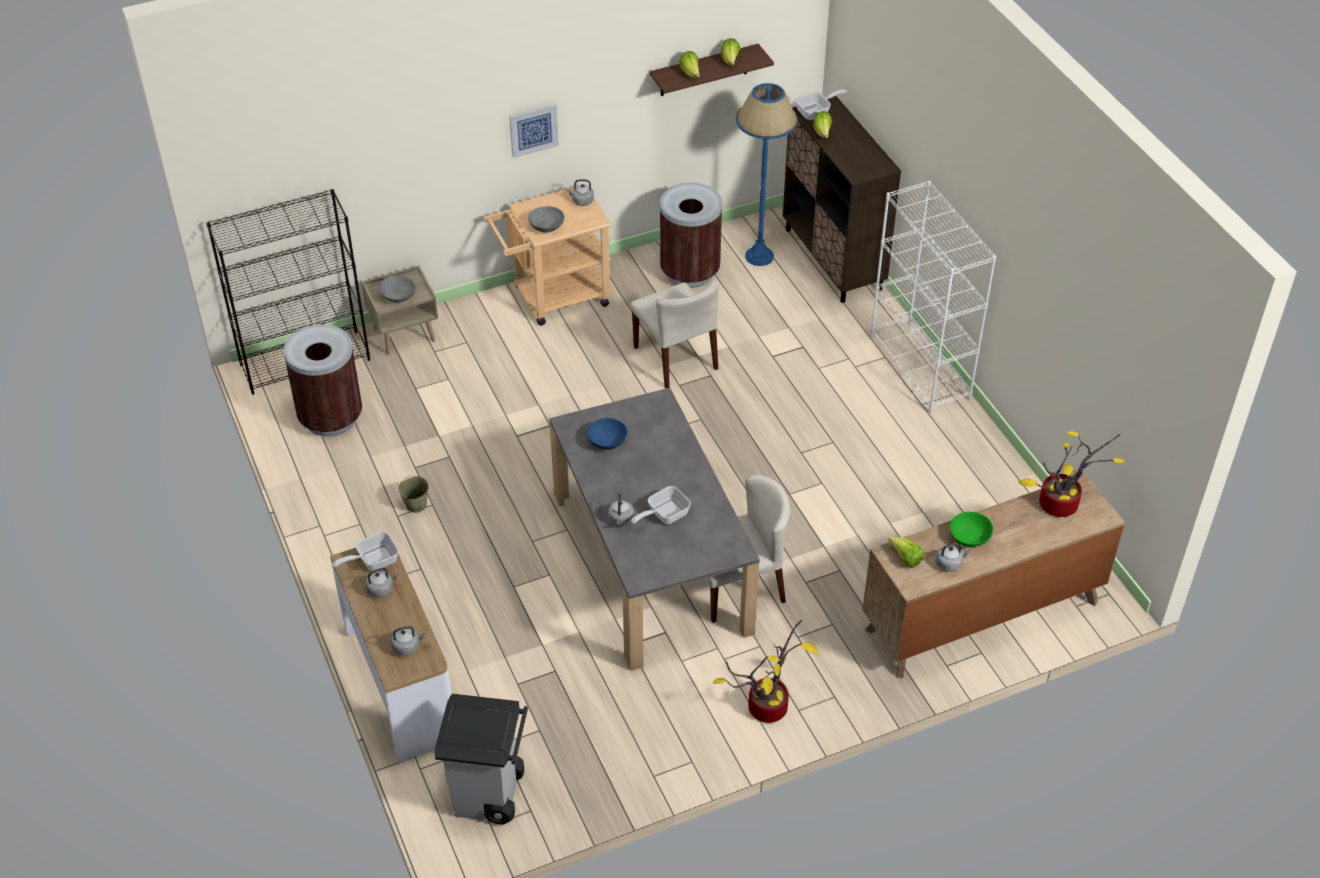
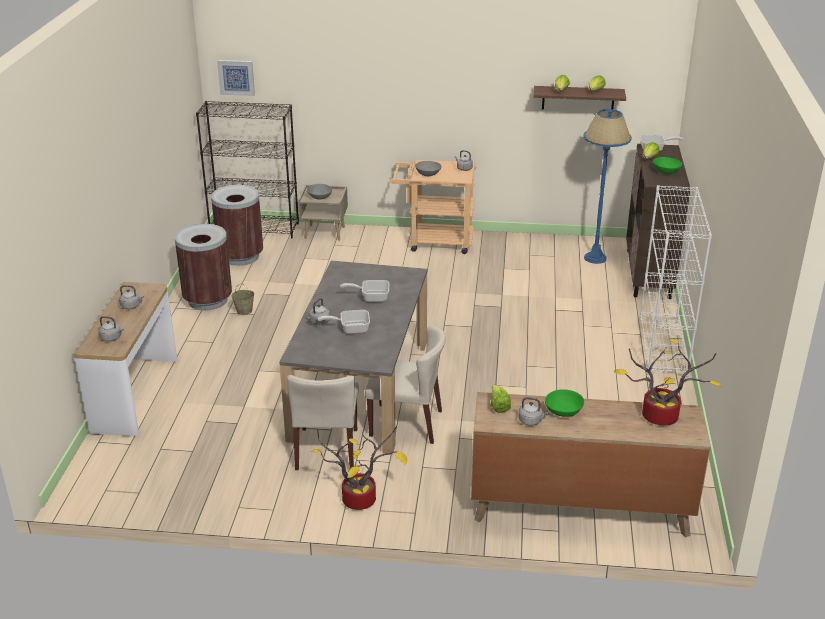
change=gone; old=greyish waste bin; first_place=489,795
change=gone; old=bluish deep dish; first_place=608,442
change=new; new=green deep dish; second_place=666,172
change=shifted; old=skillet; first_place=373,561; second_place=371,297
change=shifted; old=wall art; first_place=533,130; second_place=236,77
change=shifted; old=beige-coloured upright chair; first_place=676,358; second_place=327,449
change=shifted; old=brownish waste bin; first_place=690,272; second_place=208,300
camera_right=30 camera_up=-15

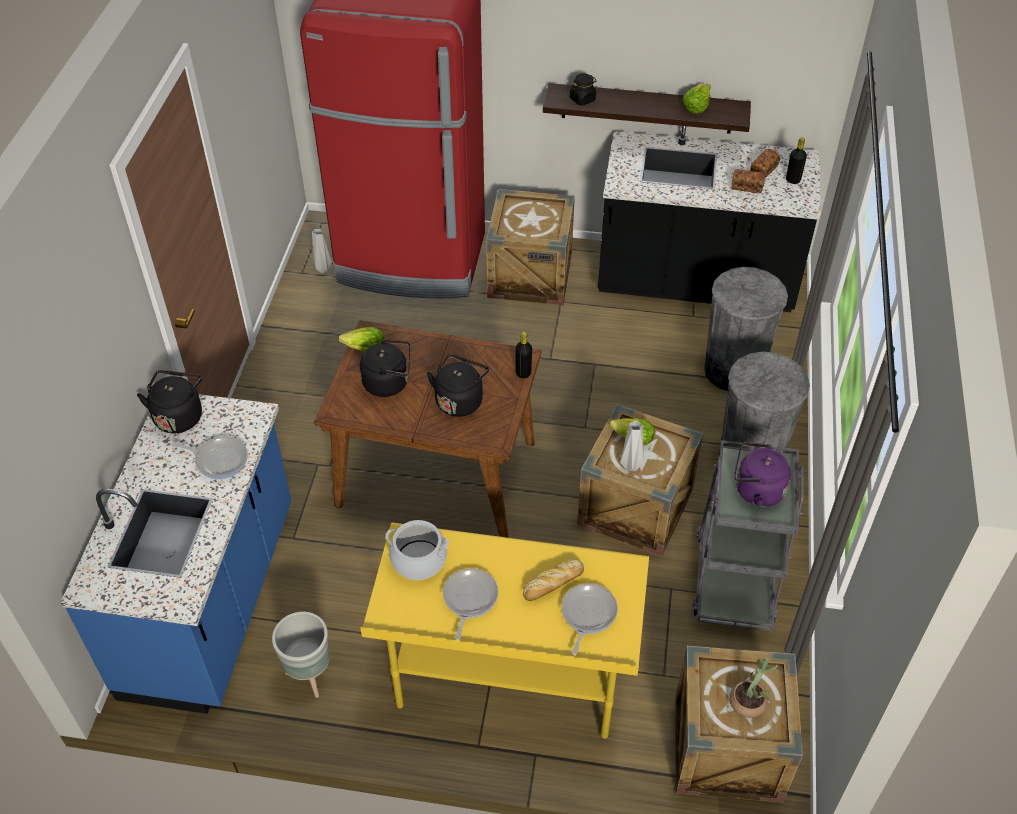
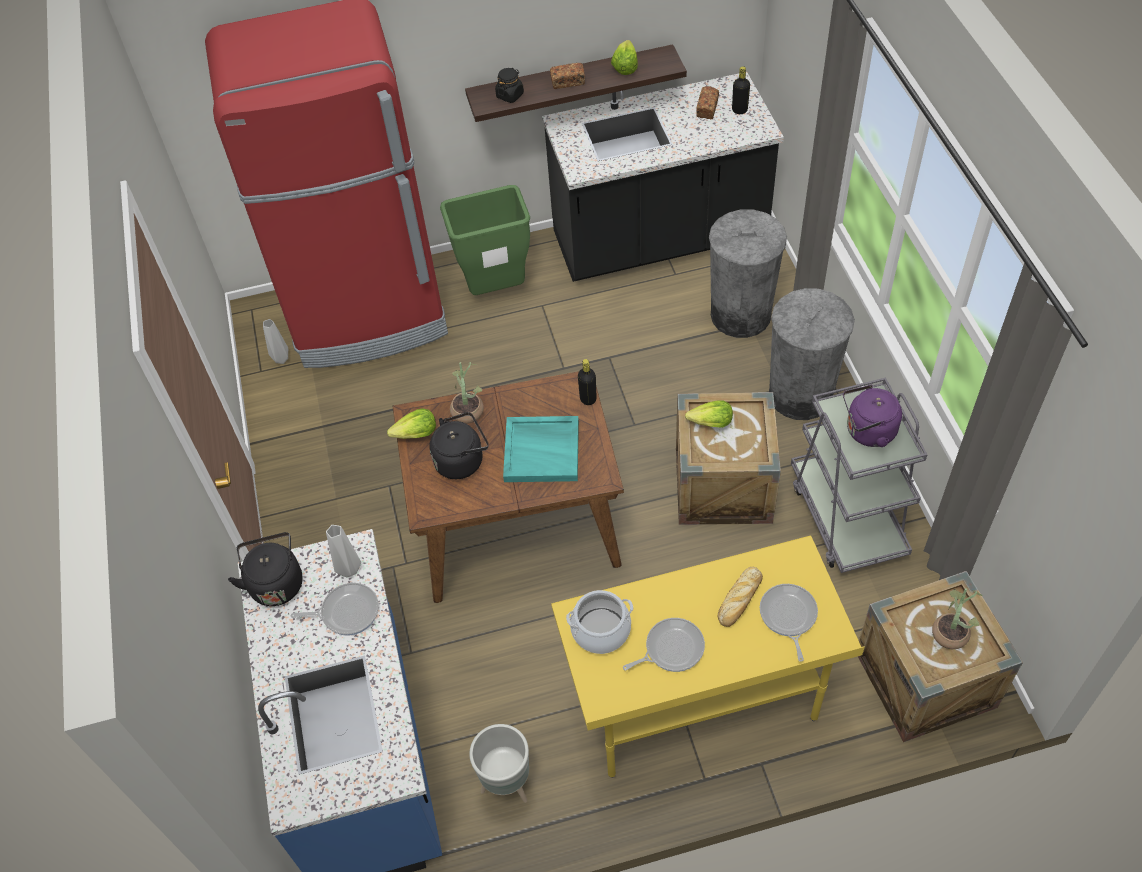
change=new; new=plant in a pot; second_place=468,408
change=shifted; old=greyish vase; first_place=631,465; second_place=349,568
change=shifted; old=bakery bread; first_place=747,187; second_place=567,82
change=swapped; old=black kettle; new=turquoise serving tray; first_place=460,400; second_place=542,451
change=swapped; old=packing crate; new=green waste bin; first_place=530,275; second_place=497,289
change=rotated; old=skillet; first_place=469,599; second_place=671,648; degrees=75
camera_right=-20 camera_up=5

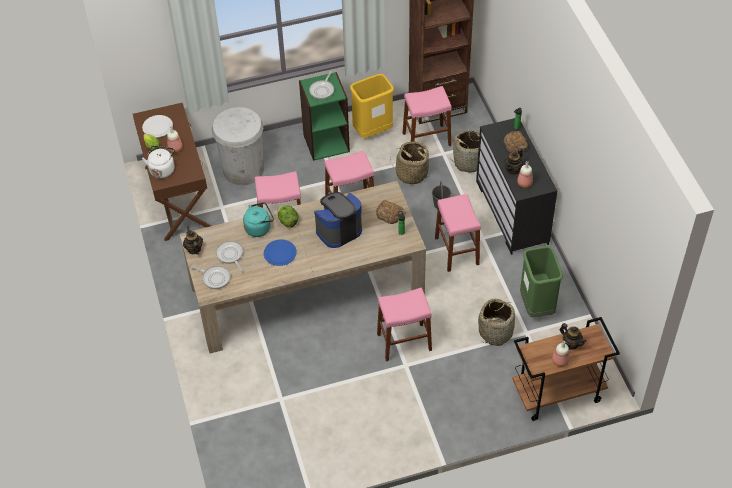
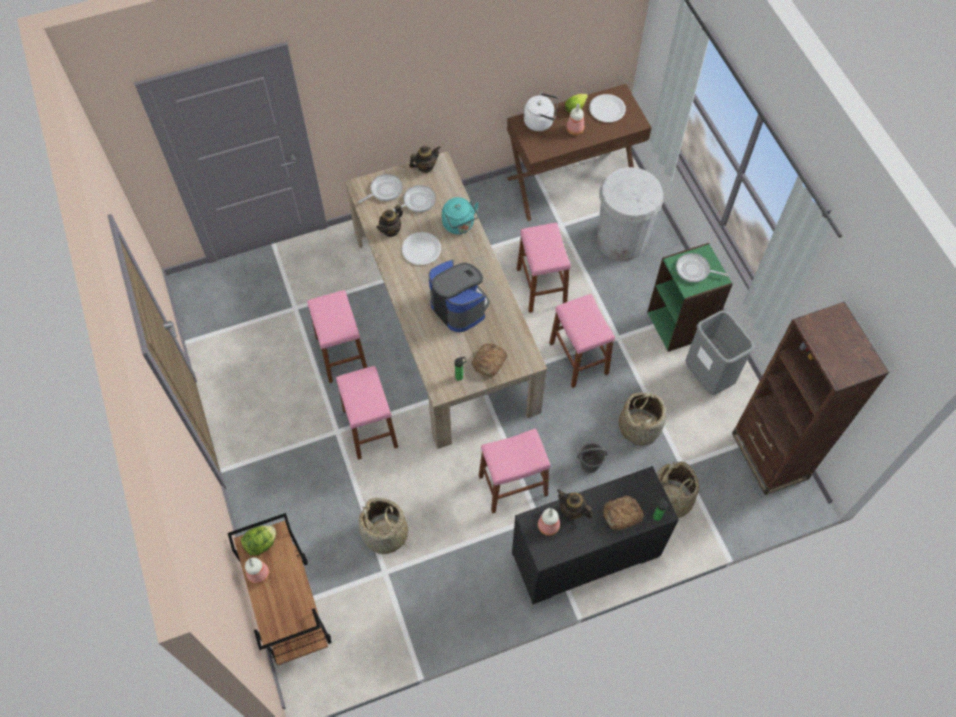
change=gone; old=green waste bin; first_place=537,306
change=shifted; old=lettuce head; first_place=287,221; second_place=261,543
change=shifted; old=pink stool; first_place=426,139; second_place=341,354
change=shifted; old=pot for tea; first_place=571,343; second_place=391,230
change=repainted; old=bluish dinner plate; new=white dinner plate; first_place=280,253; second_place=421,249
change=repainted; old=yellow waste bin; new=greyish waste bin; first_place=372,131; second_place=708,376
change=rotated; old=skillet; first_place=214,278; second_place=384,190; degrees=-150
camera_right=85 camera_up=10

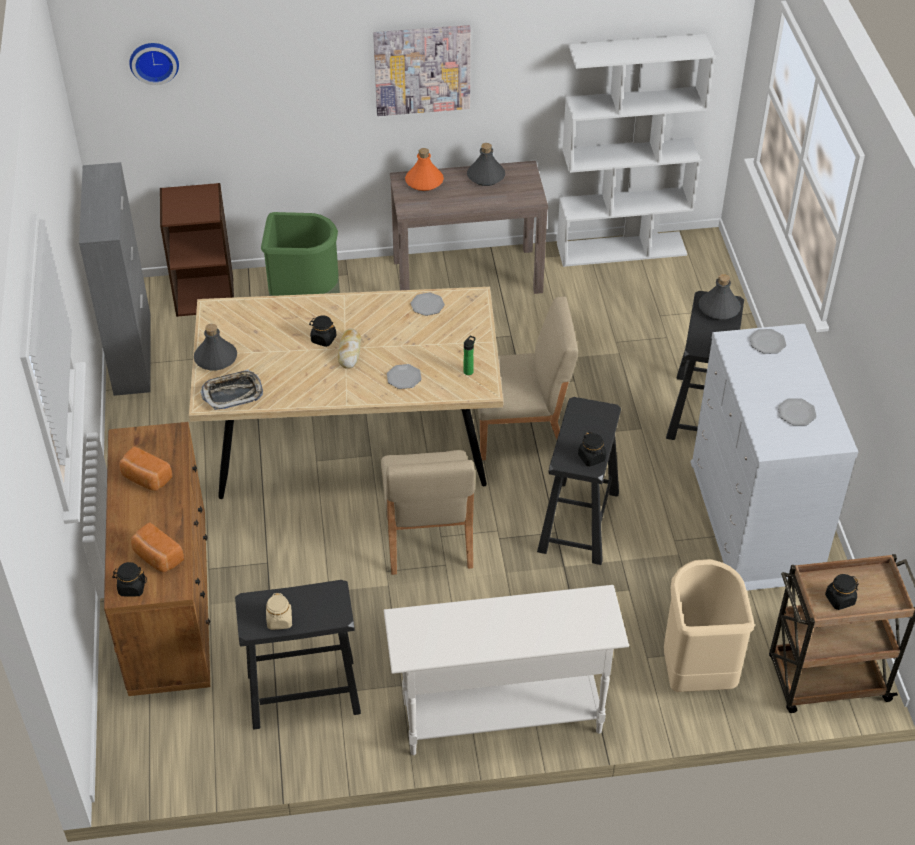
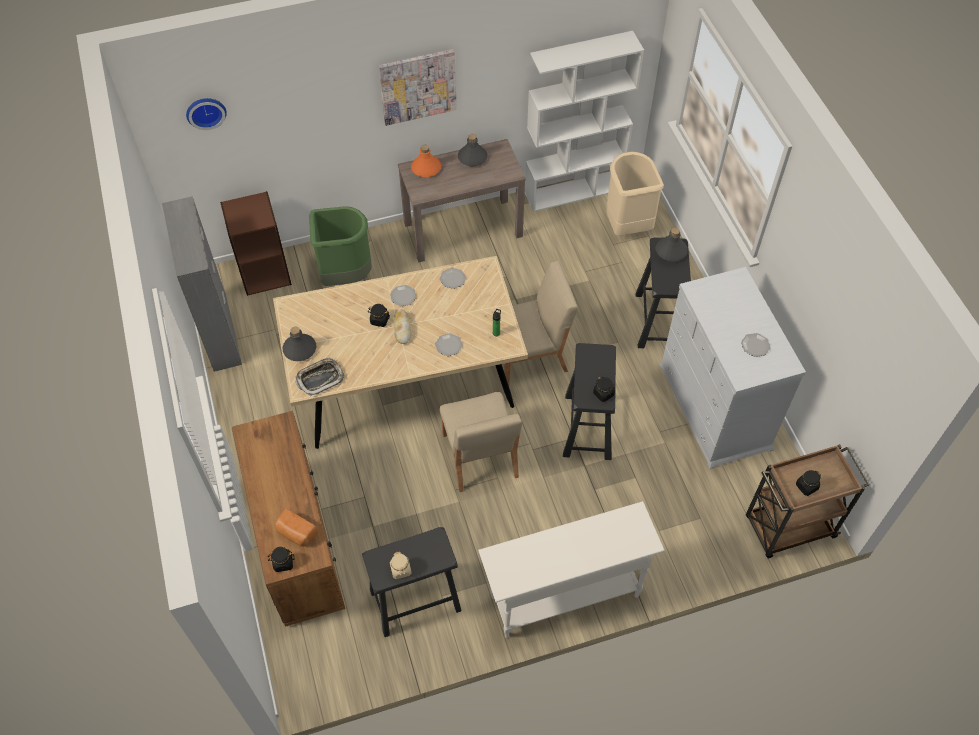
change=gone; old=bakery bread; first_place=145,479
change=shifted; old=beige-coloured waste bin; first_place=695,673; second_place=626,225
change=shifted; old=dinner plate; first_place=767,343; second_place=403,296
camera_right=-10 camera_up=10

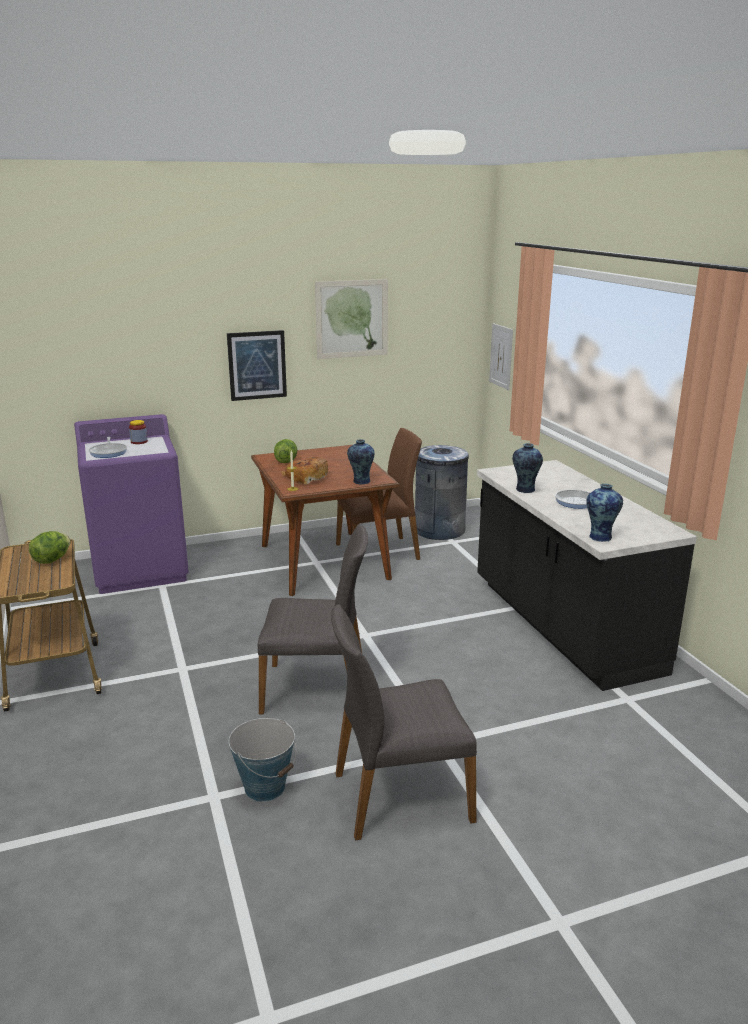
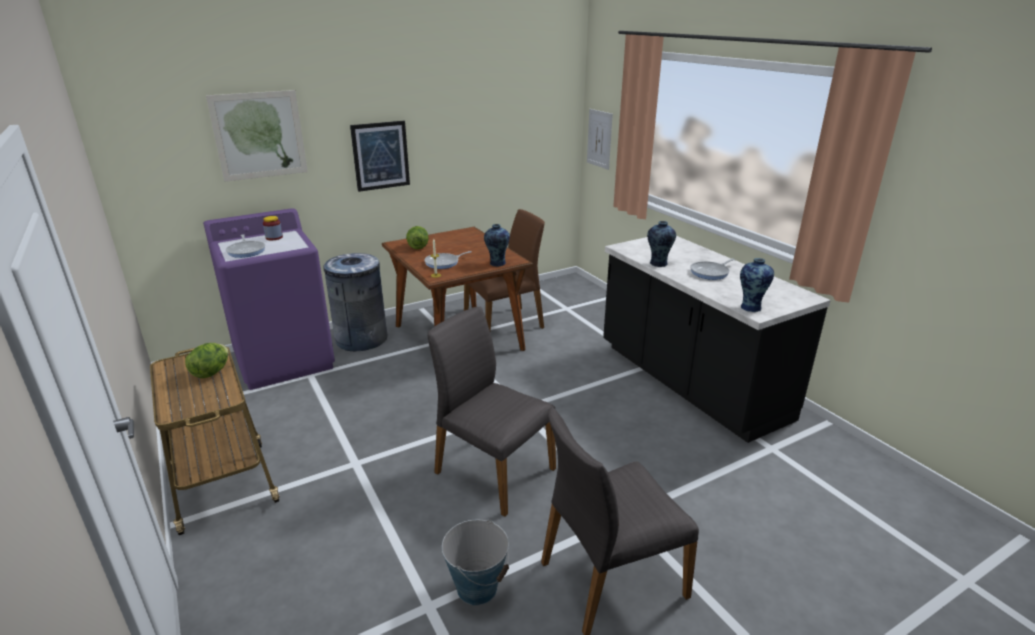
change=shifted; old=wall art; first_place=352,319; second_place=259,135
change=shifted; old=greyish waste bin; first_place=439,530; second_place=361,339
change=swapped; old=bakery bread; new=skillet; first_place=306,478; second_place=444,263
change=rotated; old=greyish upright chair; first_place=316,689; second_place=492,471; degrees=-135
camera_right=-10 camera_up=5

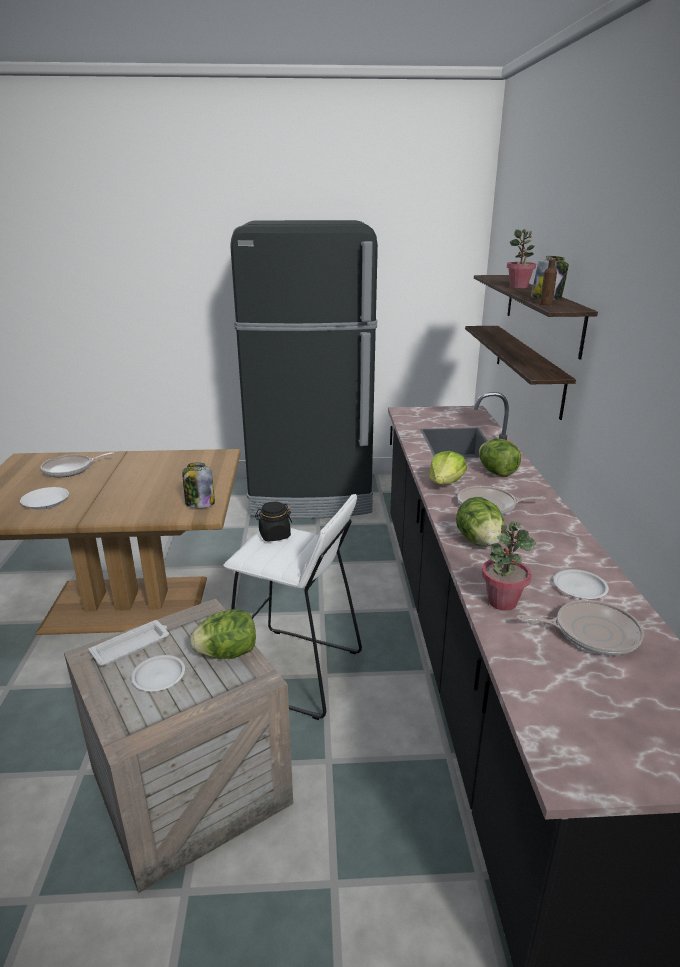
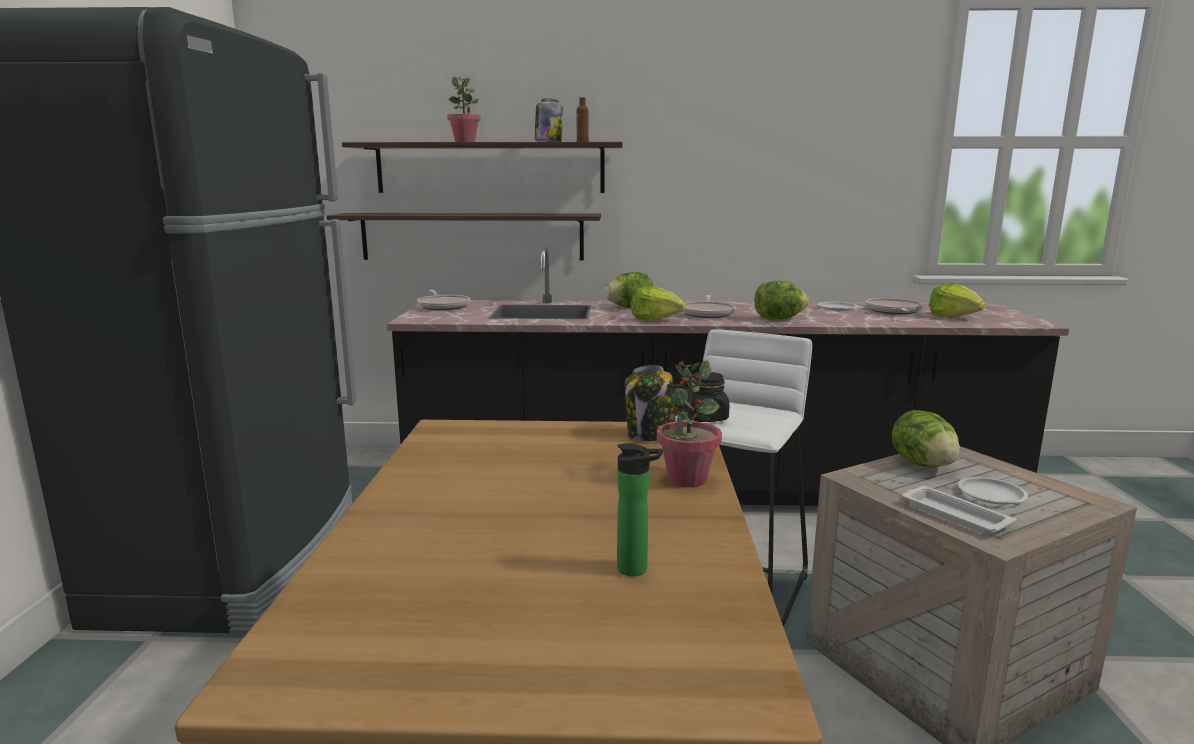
change=new; new=lettuce head; second_place=953,316
change=shifted; old=skillet; first_place=70,469; second_place=443,306
change=shifted; old=plant in a pot; first_place=502,601; second_place=687,479
change=swapped; old=white dinner plate; new=bottle; first_place=45,502; second_place=637,569
camera_right=-85 camera_up=-10

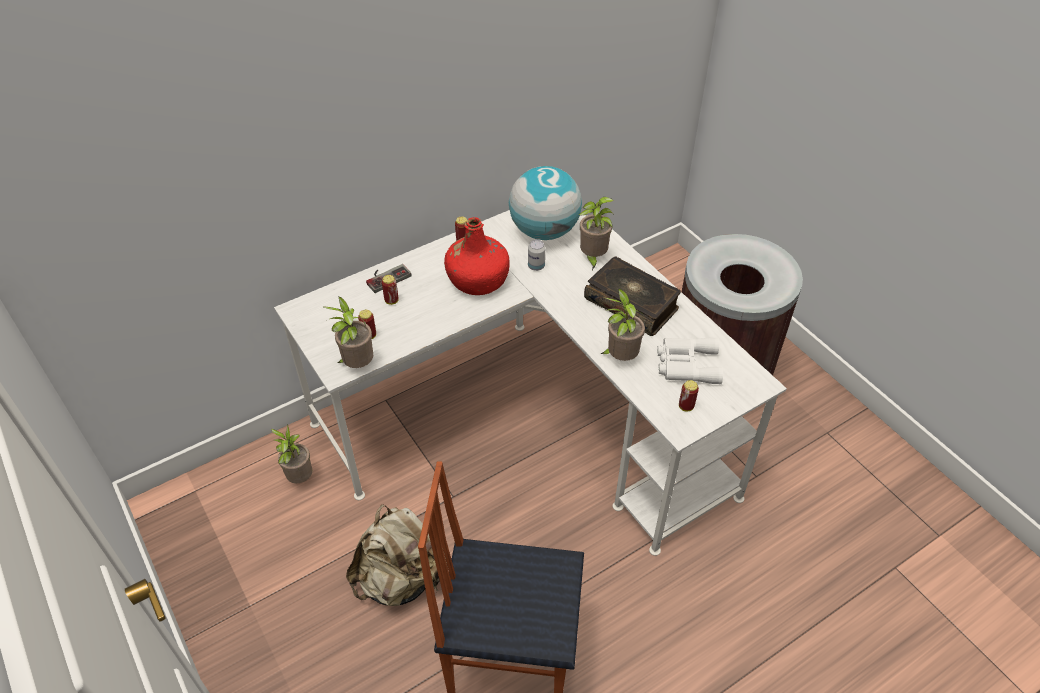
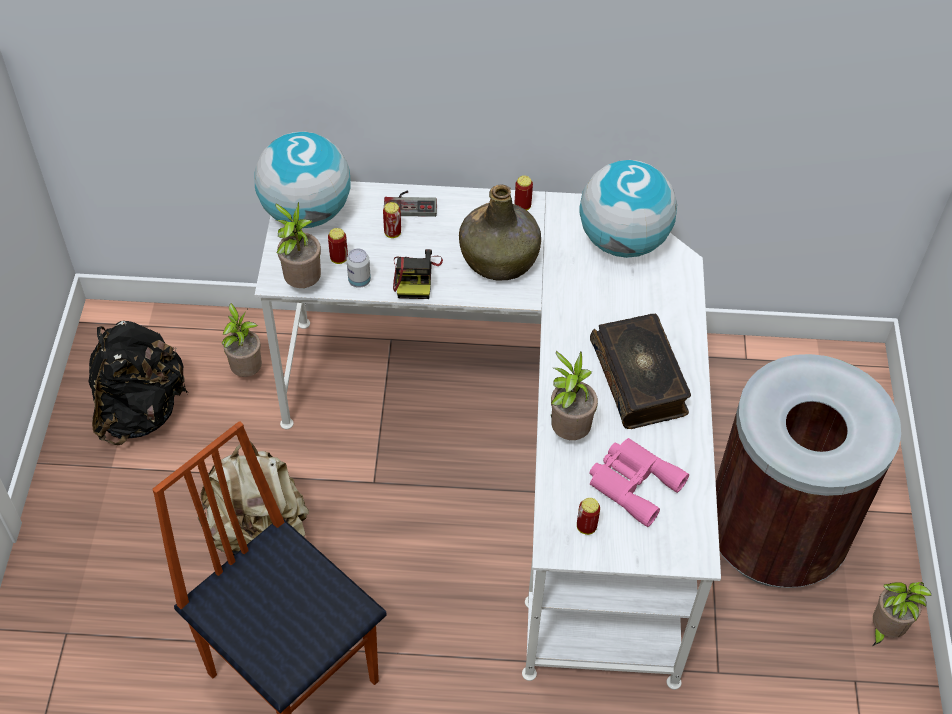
change=new; new=black backpack; second_place=141,410
change=new; new=world globe; second_place=306,212
change=new; new=photo camera; second_place=416,276
change=shifted; old=can; first_place=536,266; second_place=359,281
change=shifted; old=plant in a pot; first_place=592,258; second_place=884,630
change=repainted; old=red-coloured bottle; new=green bottle; first_place=478,279; second_place=499,258
change=repainted; old=white pair of binoculars; new=pink pair of binoculars; first_place=686,364; second_place=632,482
camera_right=35 camera_up=5

